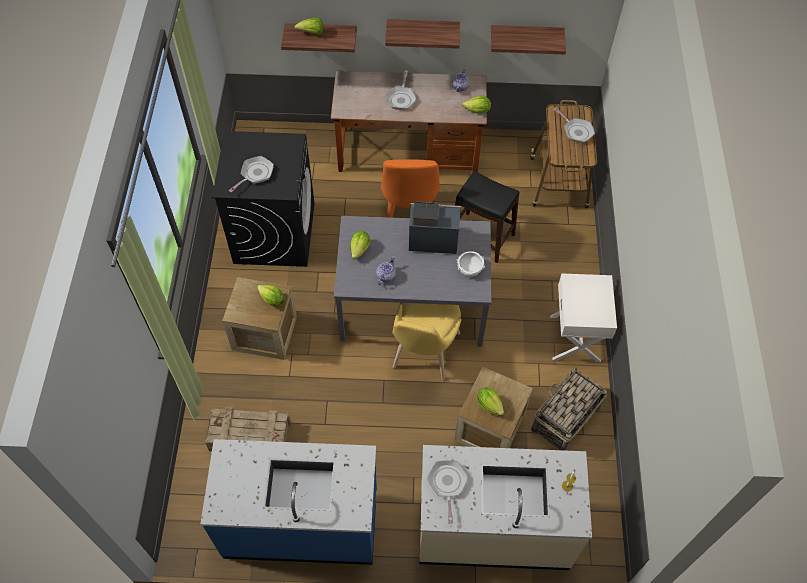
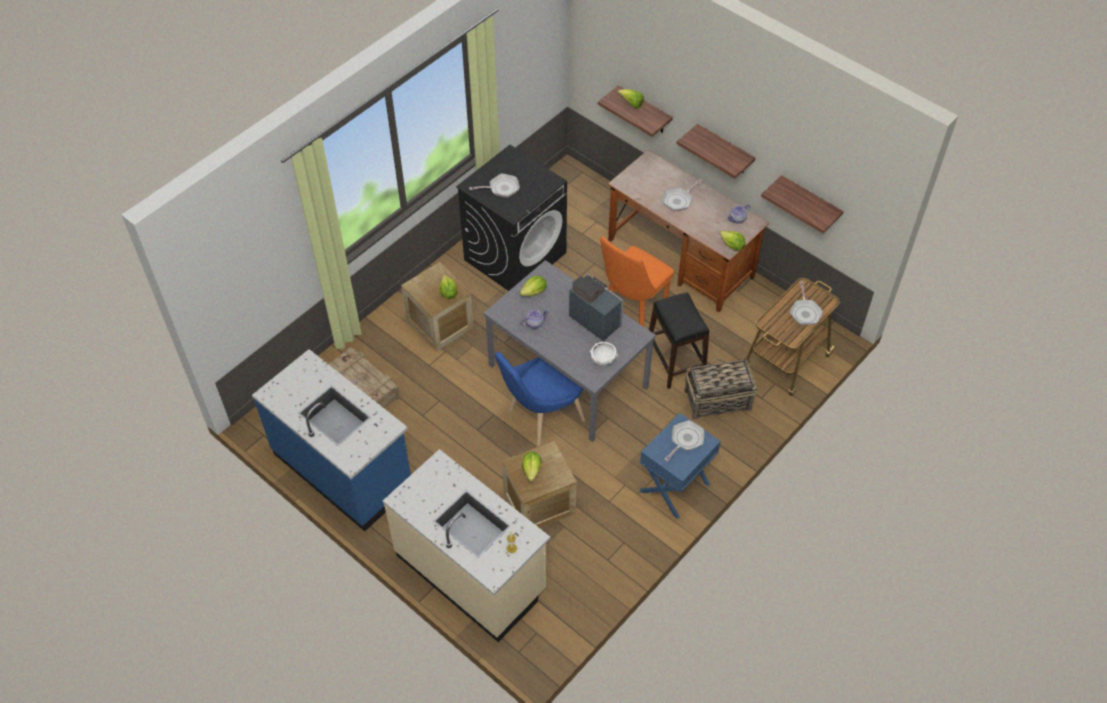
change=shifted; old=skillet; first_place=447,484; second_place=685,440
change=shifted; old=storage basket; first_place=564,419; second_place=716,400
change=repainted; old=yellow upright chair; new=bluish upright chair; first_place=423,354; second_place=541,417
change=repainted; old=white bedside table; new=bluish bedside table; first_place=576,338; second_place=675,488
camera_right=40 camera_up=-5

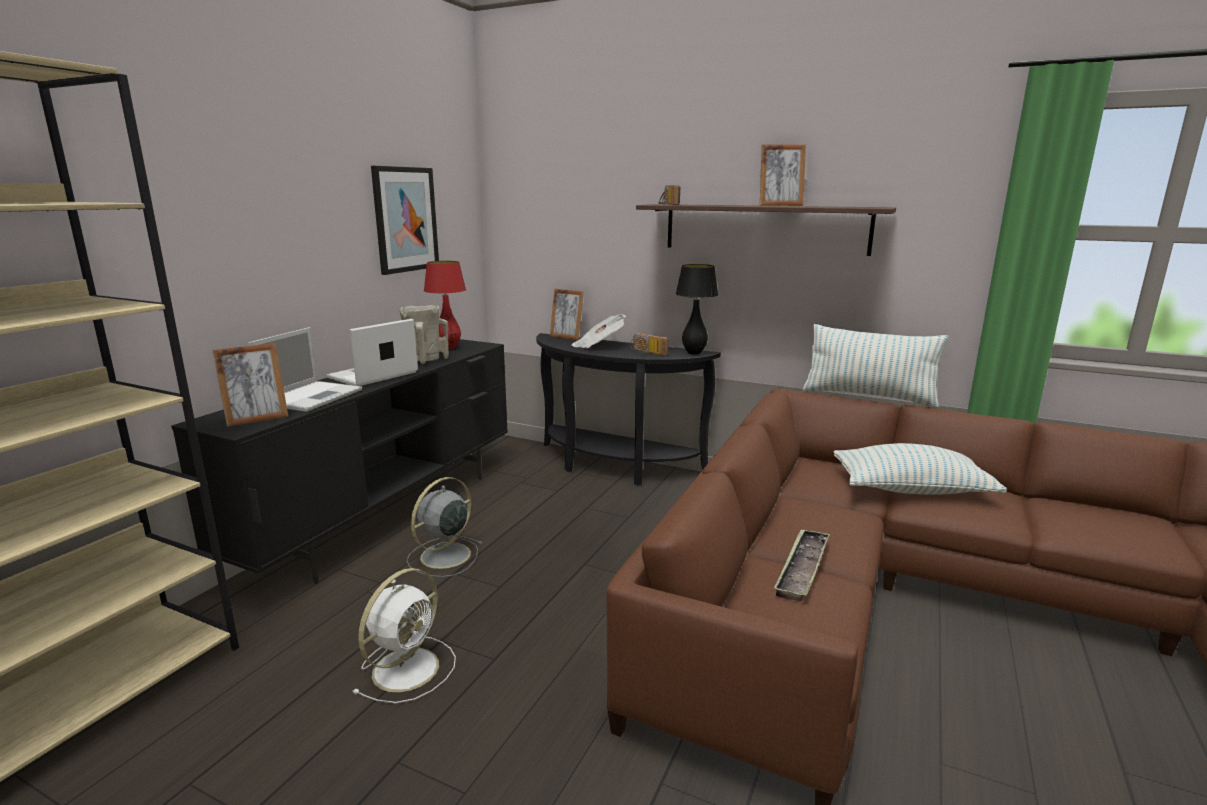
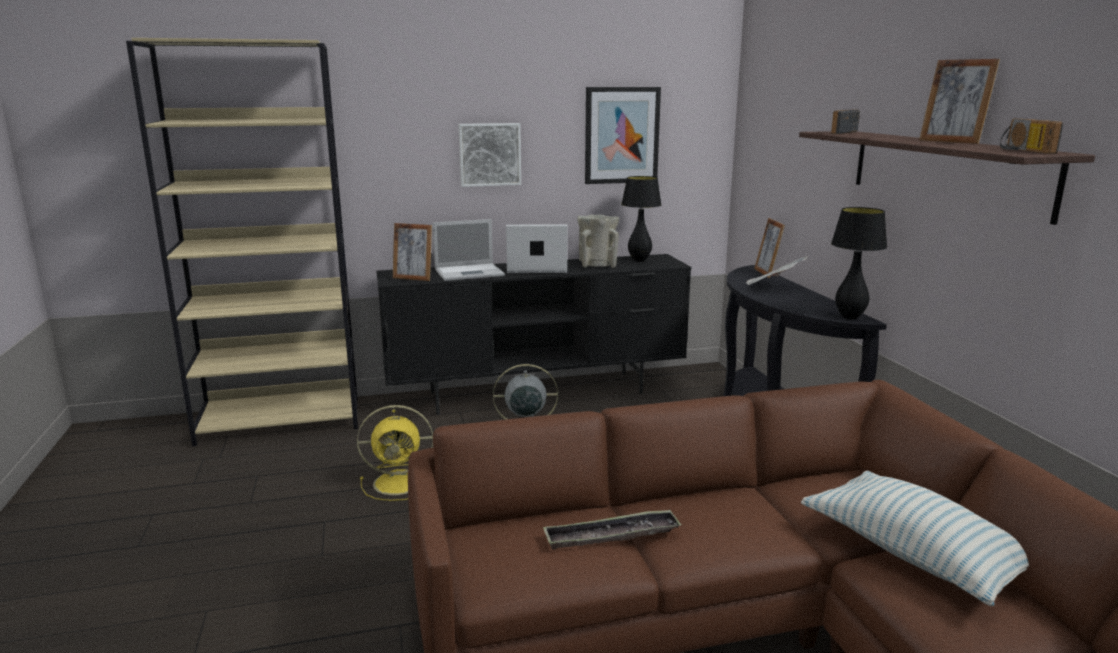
change=gone; old=throw pillow; first_place=868,397
change=new; new=wall art; second_place=489,154
change=shifted; old=radio set; first_place=647,353; second_place=1023,150
change=repainted; old=white electric fan; new=yellow electric fan; first_place=408,667; second_place=401,482
change=repainted; old=red-coloured lamp for a table; new=black lamp for a table; first_place=449,348; second_place=639,260
camera_right=50 camera_up=0

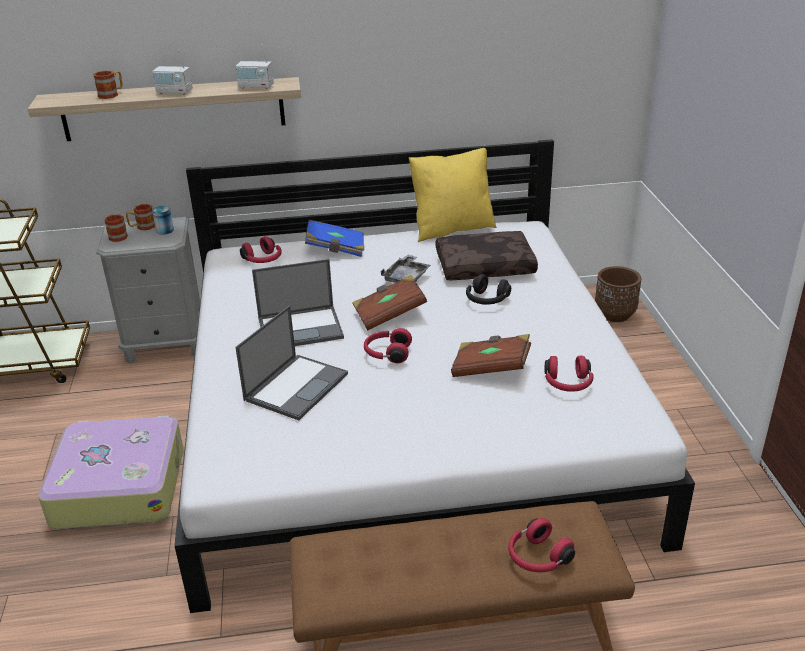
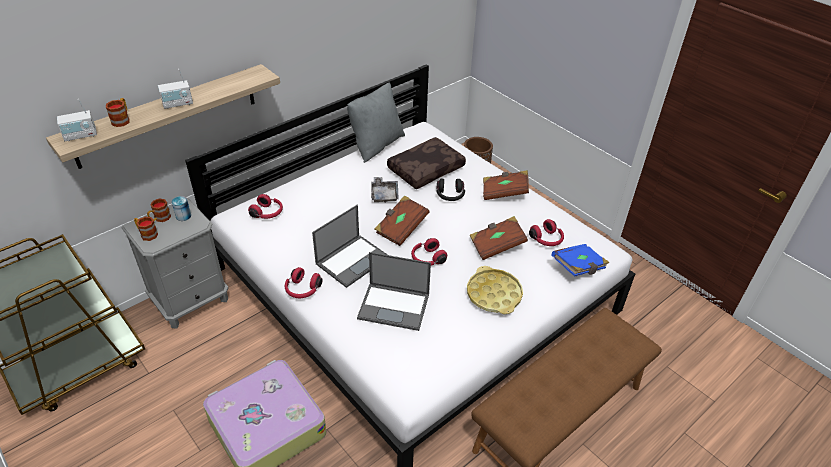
change=new; new=yellow serving tray; second_place=494,294
change=new; new=brownish volume; second_place=504,192
change=shifted; old=radio set; first_place=256,87; second_place=81,135
change=shifted; old=bluish volume; first_place=336,249; second_place=578,268
change=shifted; old=red-coloured headset; first_place=537,558; second_place=302,290
change=repainted; old=yellow throw pillow; new=greyish throw pillow; first_place=452,228; second_place=376,145
change=rotated; old=laptop; first_place=296,386; second_place=394,306; degrees=105
camera_right=-35 camera_up=10

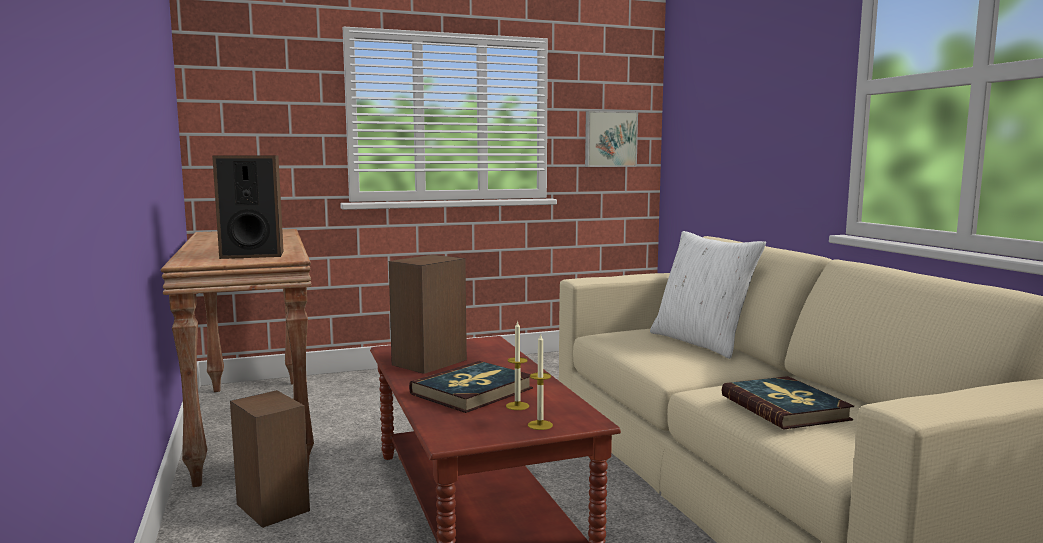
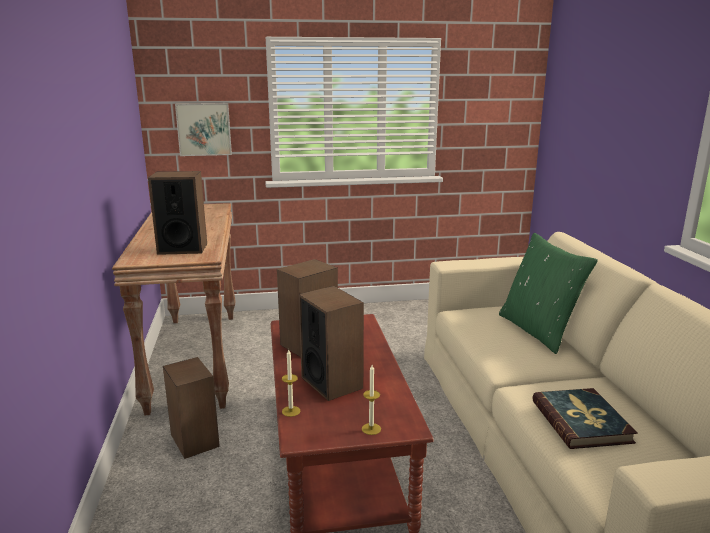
change=shifted; old=wax candle; first_place=517,406; second_place=291,411
change=shifted; old=wall art; first_place=610,139; second_place=204,129
change=swapped; old=volume; new=audio speaker; first_place=472,391; second_place=332,382
change=repainted; old=white throw pillow; new=green throw pillow; first_place=701,342; second_place=538,331
camera_right=10 camera_up=10

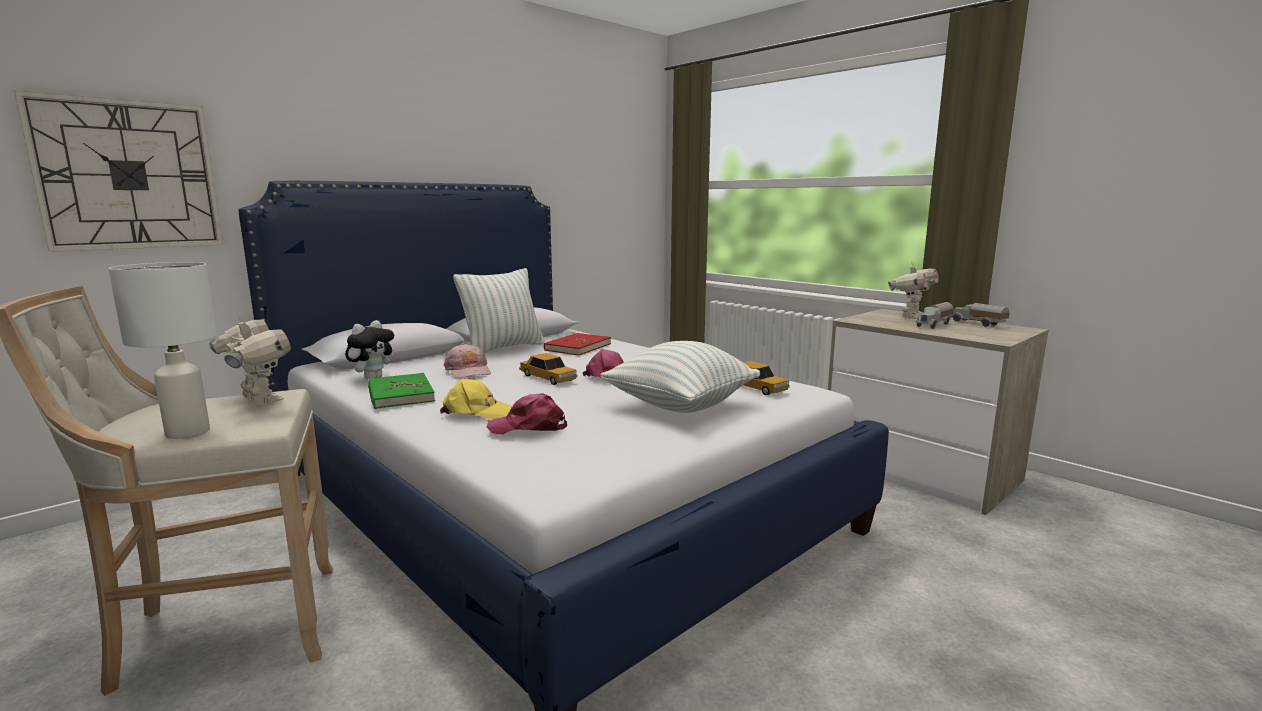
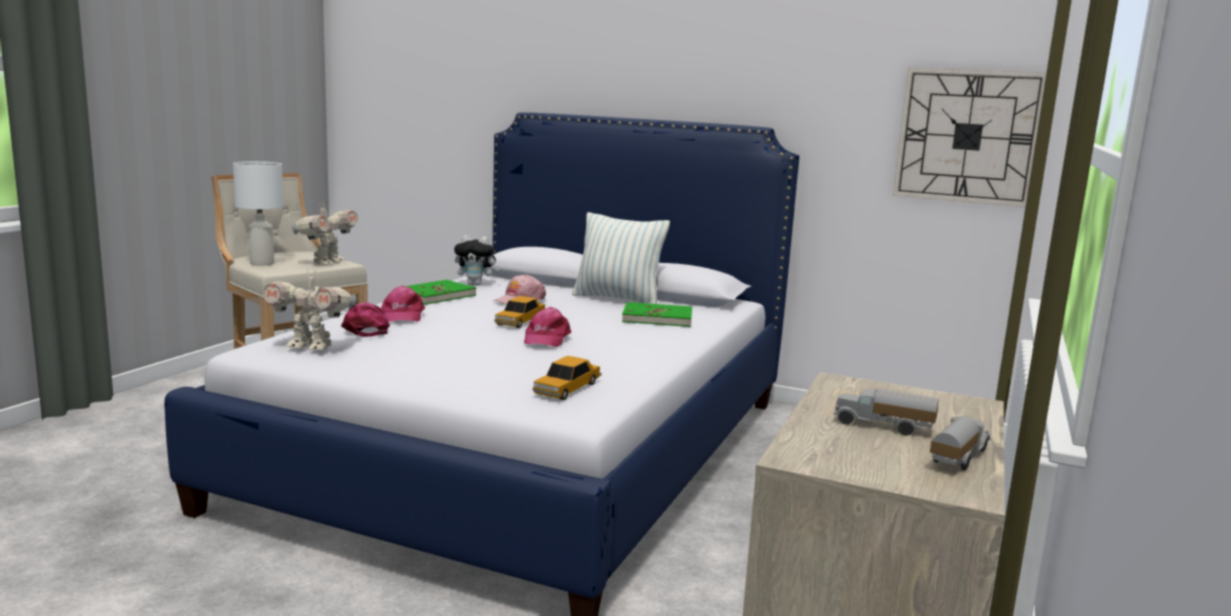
change=gone; old=throw pillow; first_place=680,406
change=shifted; old=wall clock; first_place=128,175; second_place=967,136
change=shifted; old=model robot; first_place=910,317; second_place=311,347
change=repainted; old=yellow cap; new=pink cap; first_place=476,411; second_place=402,315
change=repainted; old=red-coloured volume; new=green volume; first_place=577,347; second_place=657,318
camera_right=65 camera_up=0

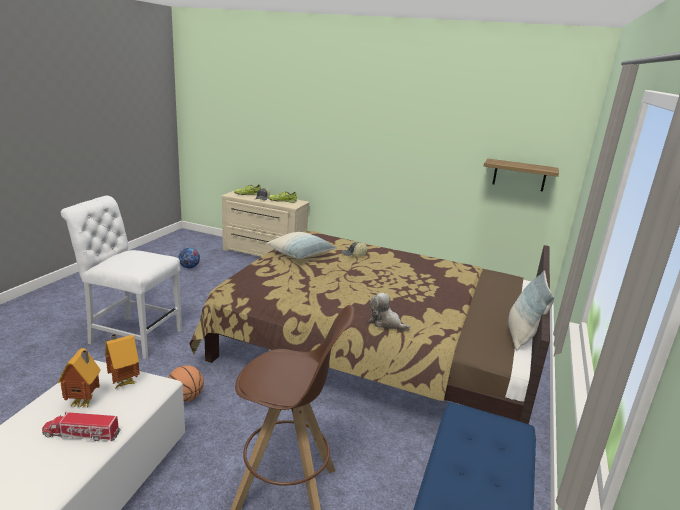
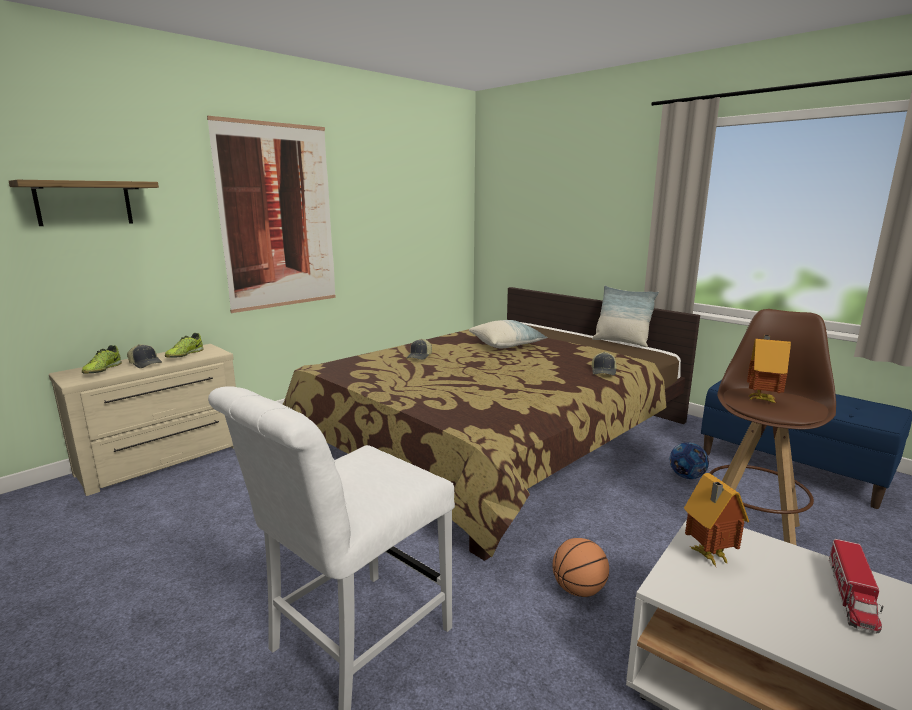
change=new; new=wall art; second_place=278,217
change=shifted; old=toy house; first_place=85,402; second_place=761,399
change=shifted; old=football ball; first_place=189,267; second_place=686,476
change=shifted; old=throw pillow; first_place=301,254; second_place=507,344
change=shifted; old=bracket shelf; first_place=519,175; second_place=84,203
change=swapped; old=soft toy; new=cap; first_place=386,323; second_place=604,371
camera_right=-65 camera_up=-5

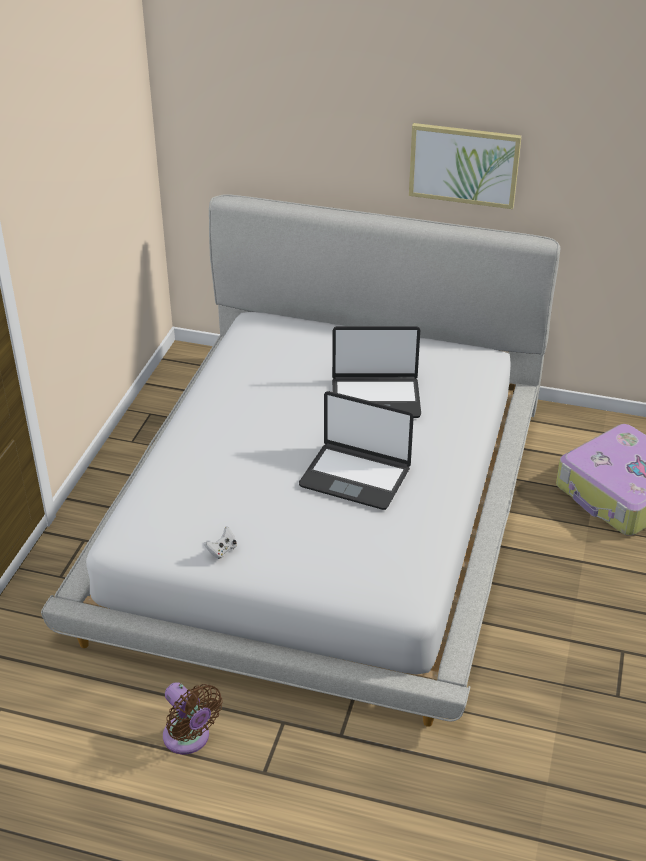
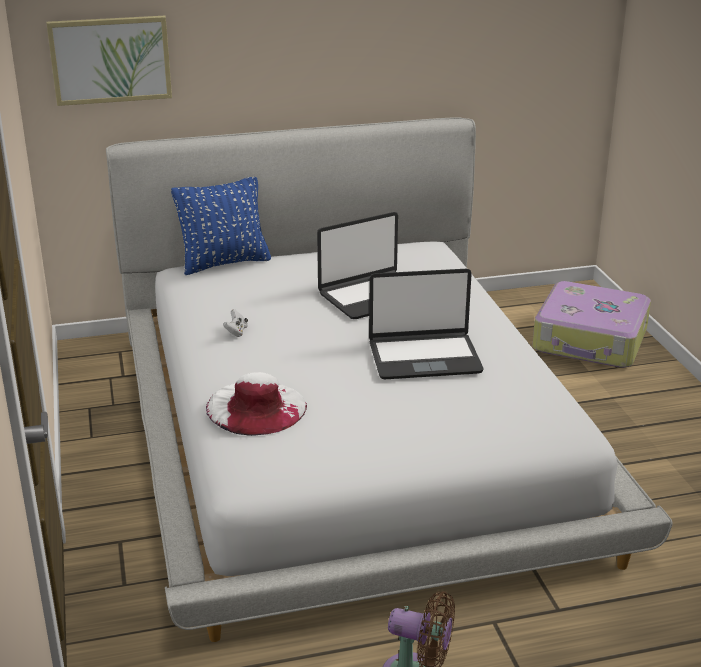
change=new; new=bluish throw pillow; second_place=224,263
change=new; new=white hat; second_place=256,407
change=shifted; old=white game controller; first_place=222,550; second_place=236,332
change=shifted; old=wall art; first_place=464,165; second_place=110,60
camera_right=-30 camera_up=-10

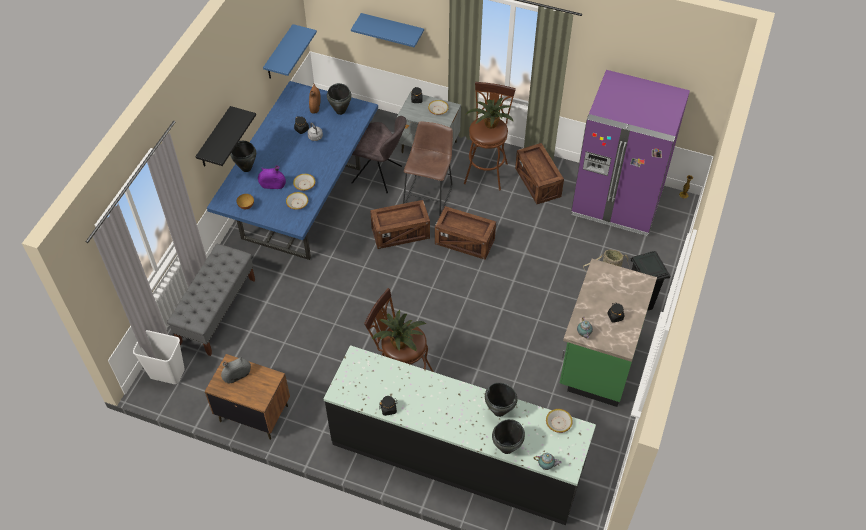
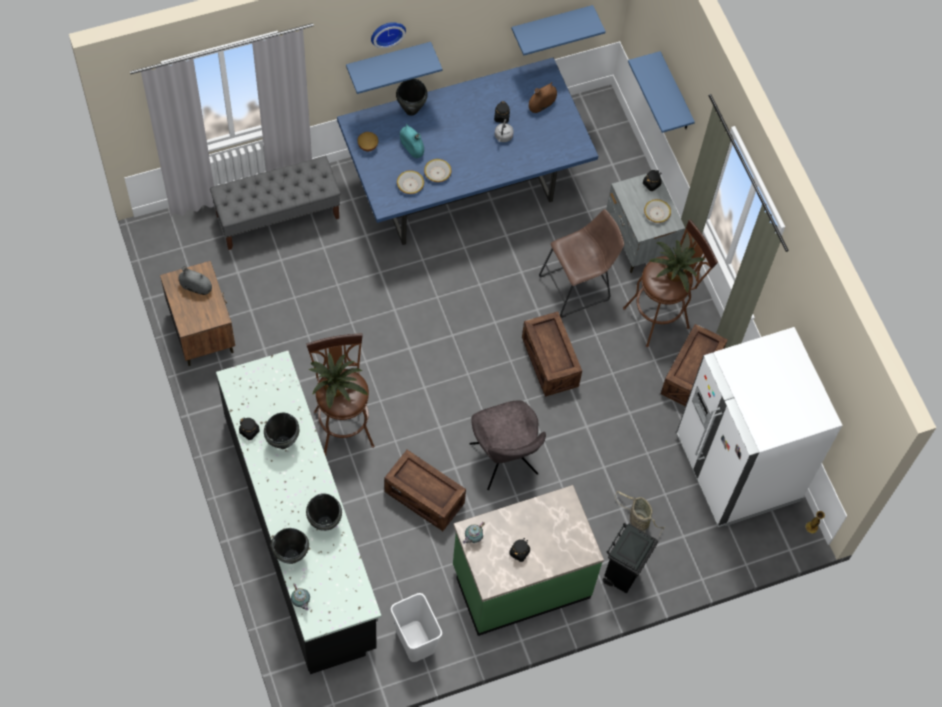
change=gone; old=deep dish; first_place=558,423
change=new; new=wall clock; second_place=387,32
change=shifted; old=white waste bin; first_place=167,373; second_place=414,641
change=shifted; old=black cooking pot; first_place=340,111; second_place=283,442
change=shifted; old=greyish upright chair; first_place=378,175; second_place=504,461
change=shifted; old=packing crate; first_place=400,233; second_place=424,497
change=repainted; old=black bracket shelf; new=bluish bracket shelf; first_place=215,138; second_place=388,61
change=repainted; old=purplish vase; new=turquoise vase; first_place=272,185; second_place=411,148
change=repainted; old=purplish refrigerator; new=white refrigerator; first_place=617,202; second_place=737,468
camera_right=45 camera_up=10

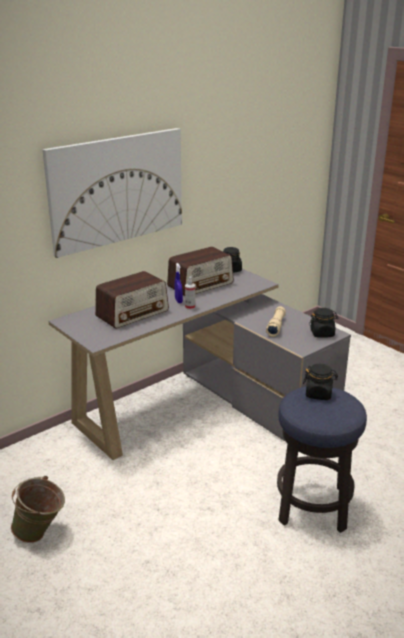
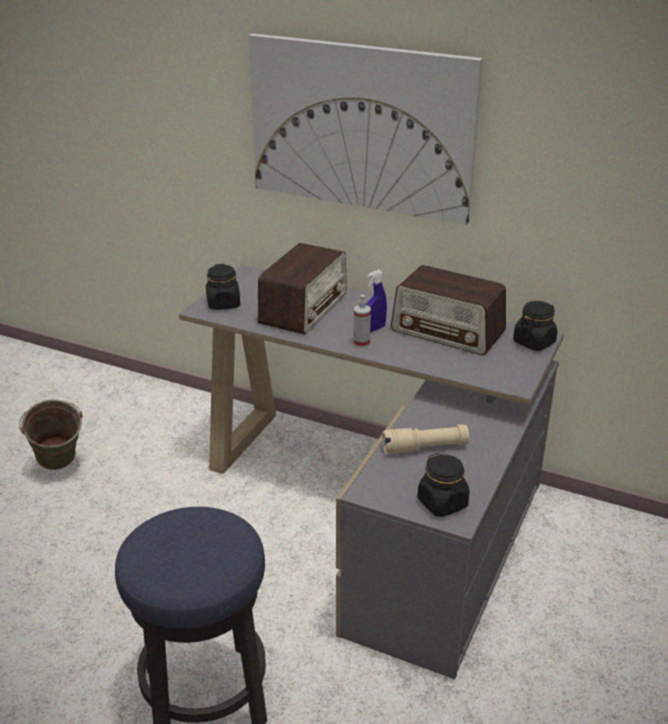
change=shifted; old=black storage jar; first_place=319,394; second_place=223,304
change=rotated; old=radio set; first_place=133,313; second_place=304,308; degrees=-90
camera_right=65 camera_up=5

